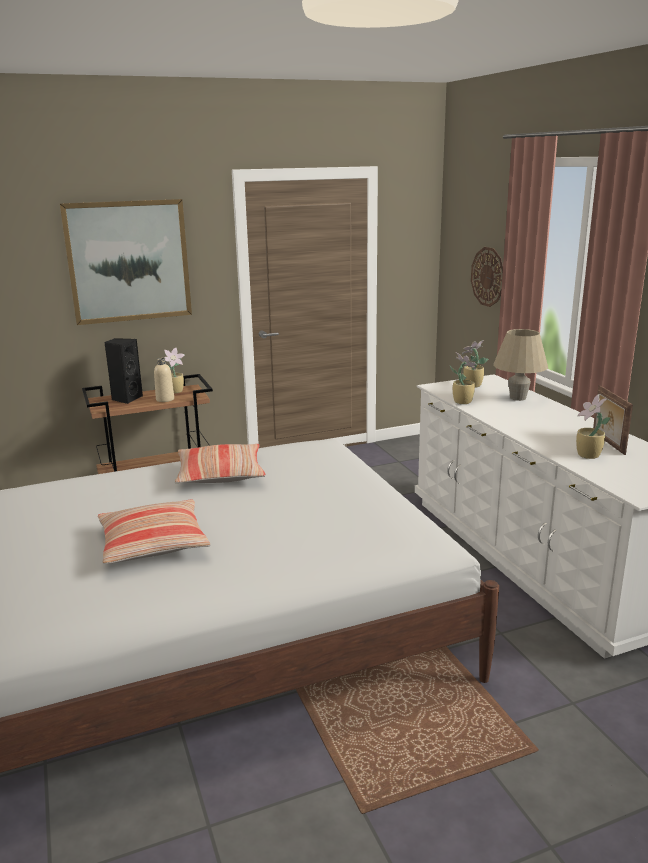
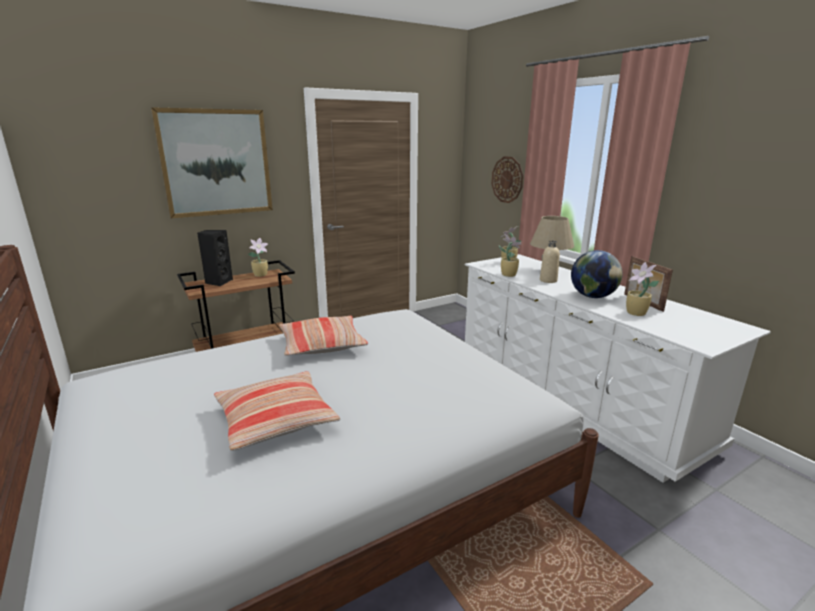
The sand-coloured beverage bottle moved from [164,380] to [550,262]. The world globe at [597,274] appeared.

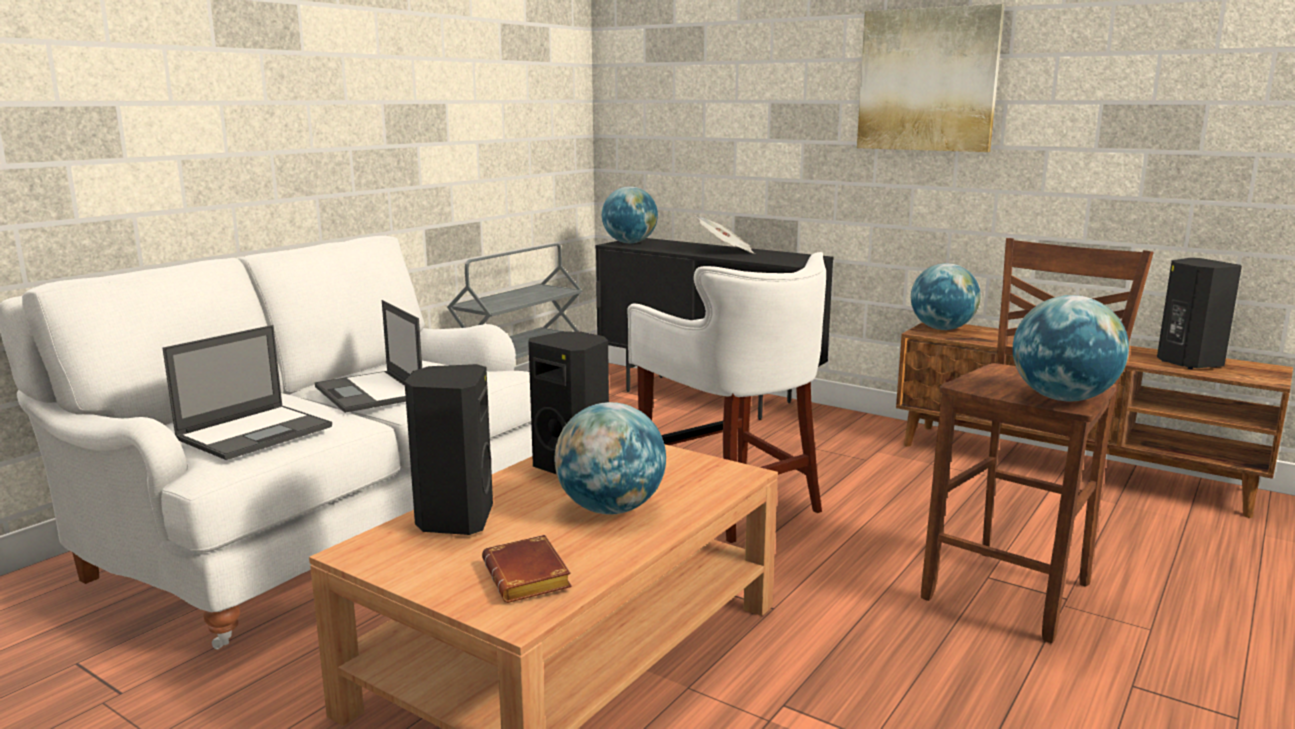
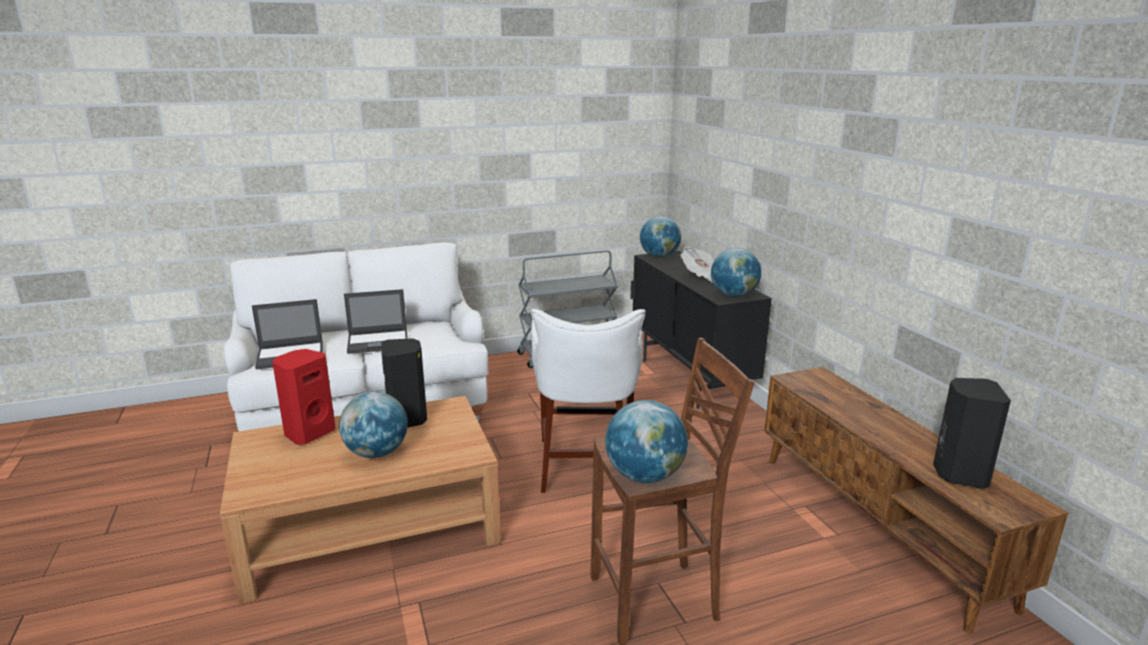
The wall picture at [931,78] disappeared. The world globe moved from [946,296] to [736,272]. The portable computer at [368,356] turned 105 degrees counterclockwise. The black-coloured audio speaker at [448,449] became the reddish audio speaker at [303,397]. The brown volume at [527,569] disappeared.

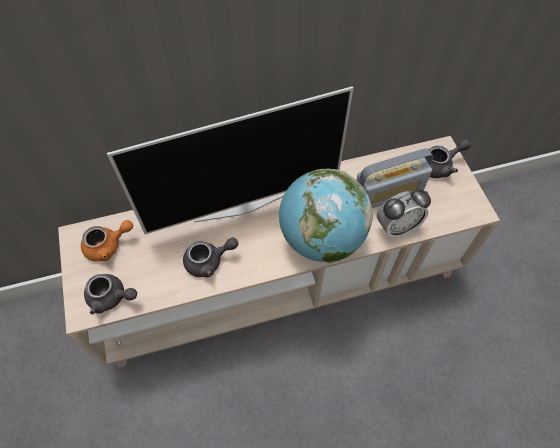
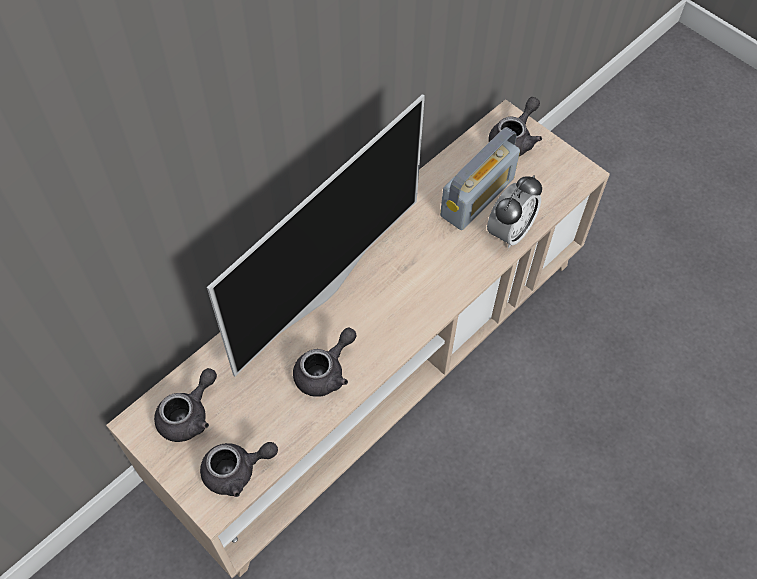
The world globe at [326,216] disappeared. The orange teapot at [107,241] became the greyish teapot at [185,405].

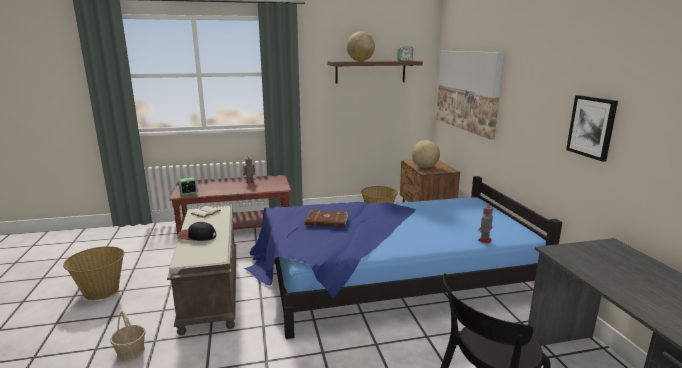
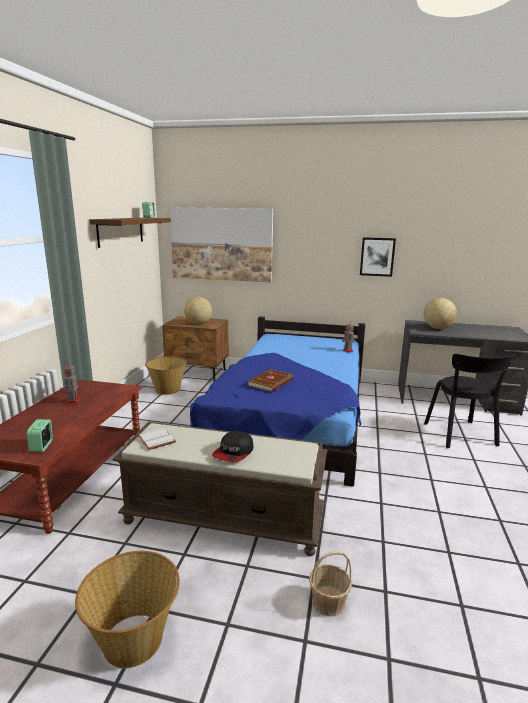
The world globe moved from [361,46] to [440,313].

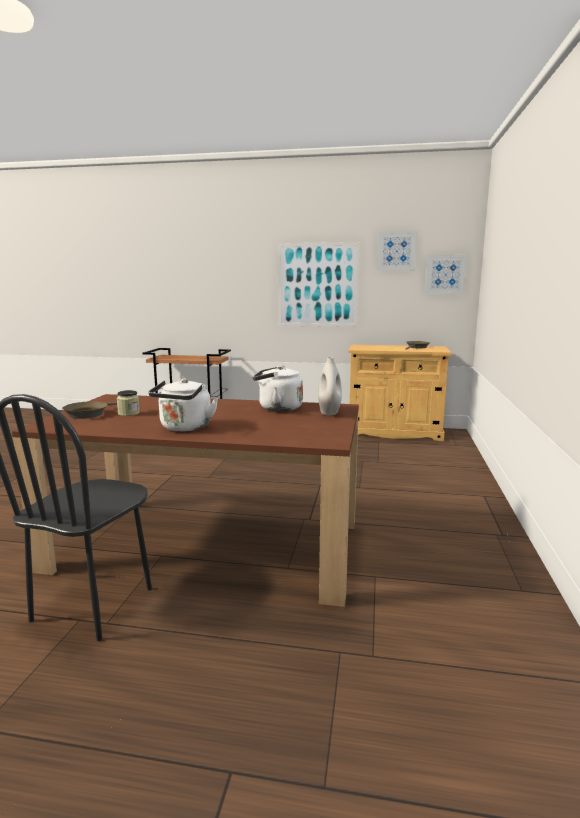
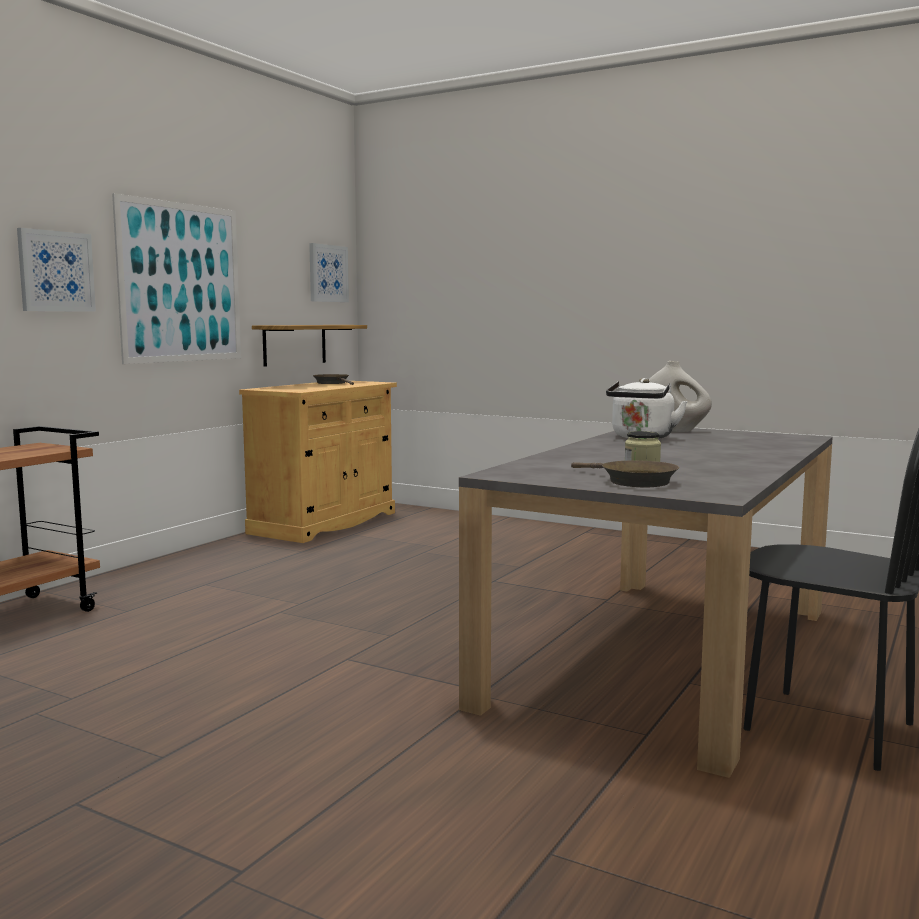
The wall picture moved from [397,250] to [56,270]. The whitish tea kettle at [183,405] disappeared. The brown dinner table at [185,500] became the greyish dinner table at [646,603]. The bracket shelf at [309,346] appeared.

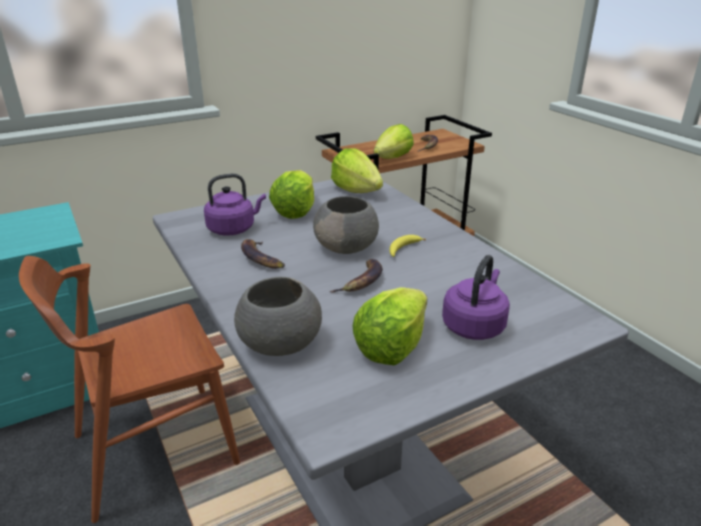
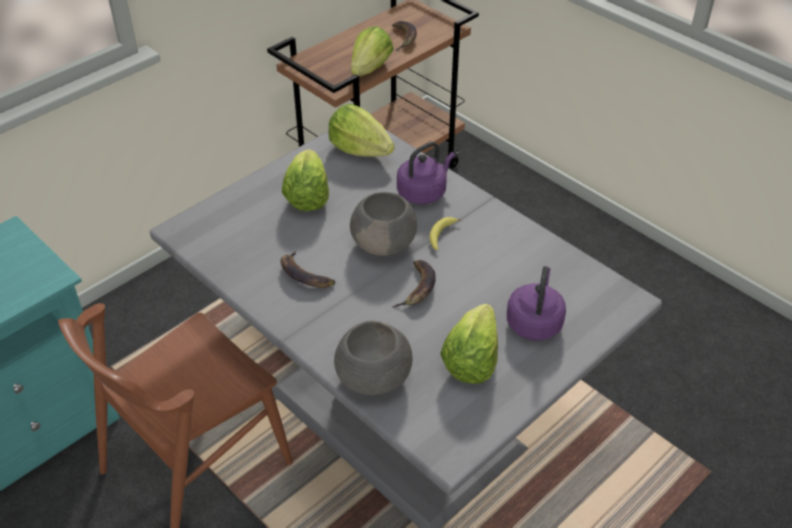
The purple-coloured tea kettle moved from [235,204] to [426,173].

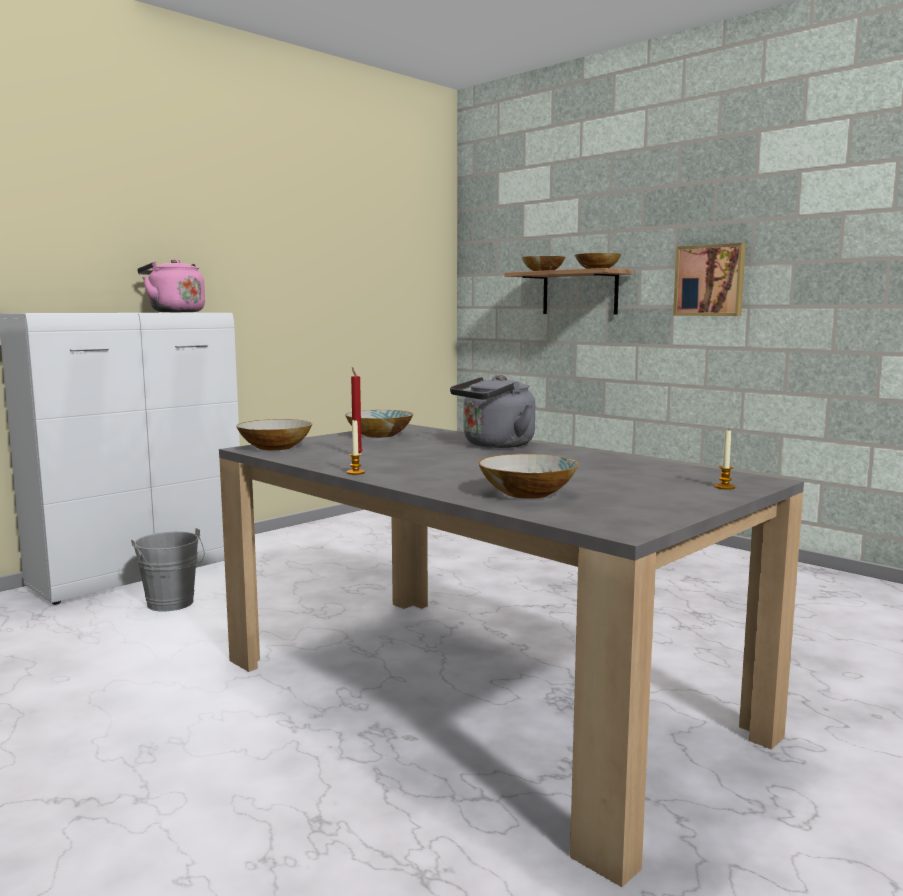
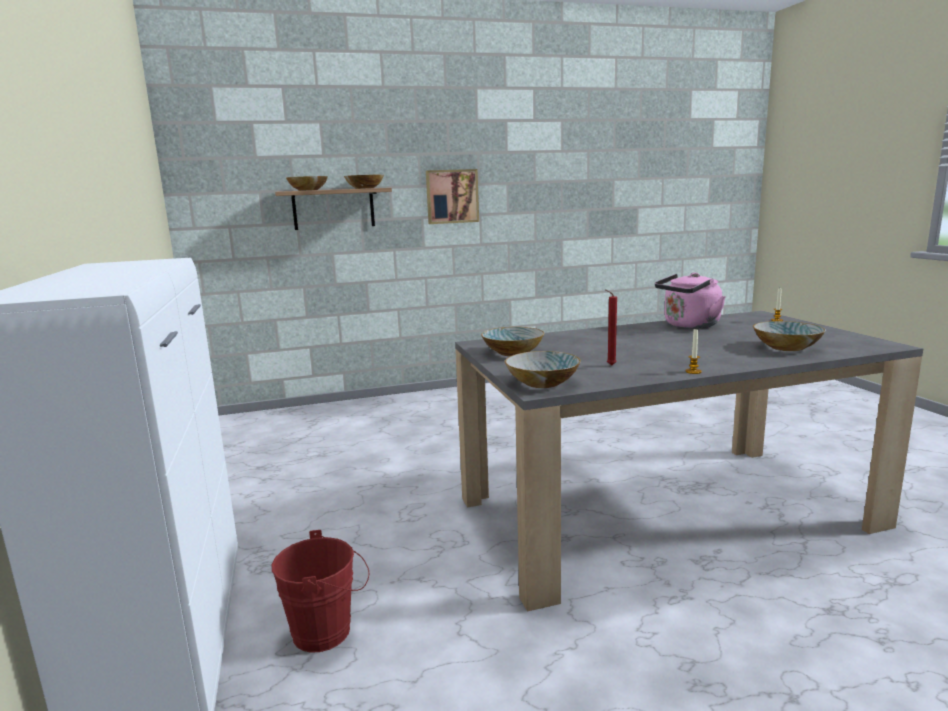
The pinkish tea kettle moved from [171,285] to [690,300]. The greyish tea kettle at [492,411] disappeared. The greyish bucket at [168,570] became the reddish bucket at [320,591].

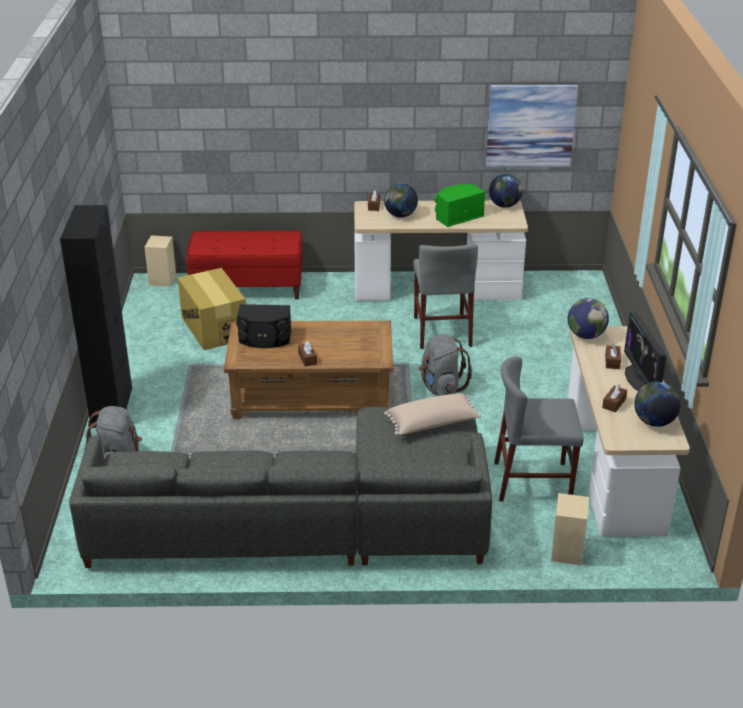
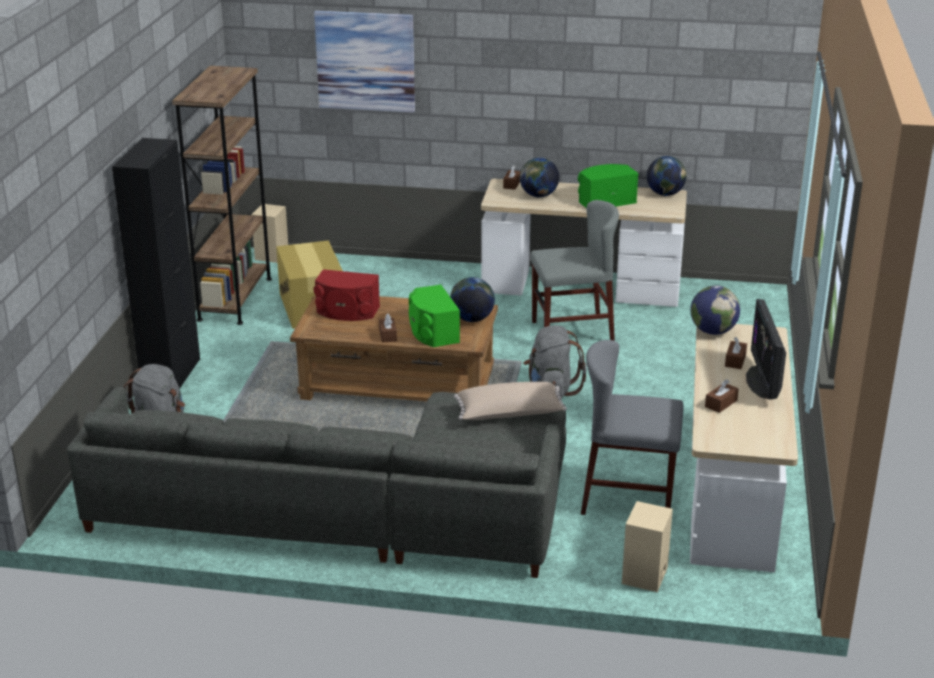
The wall picture moved from [532,126] to [364,61]. The reddish indoor bench at [244,265] disappeared. The greyish chair at [445,296] turned 105 degrees counterclockwise. The black-coloured audio speaker at [263,326] became the reddish audio speaker at [347,295]. The world globe moved from [657,404] to [472,299]. The brown bookcase at [222,195] appeared. The green audio speaker at [434,316] appeared.

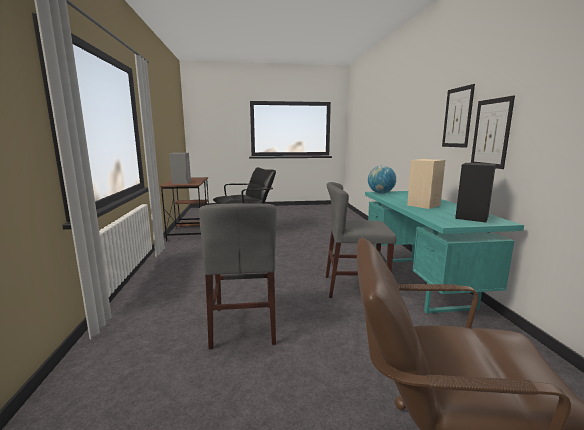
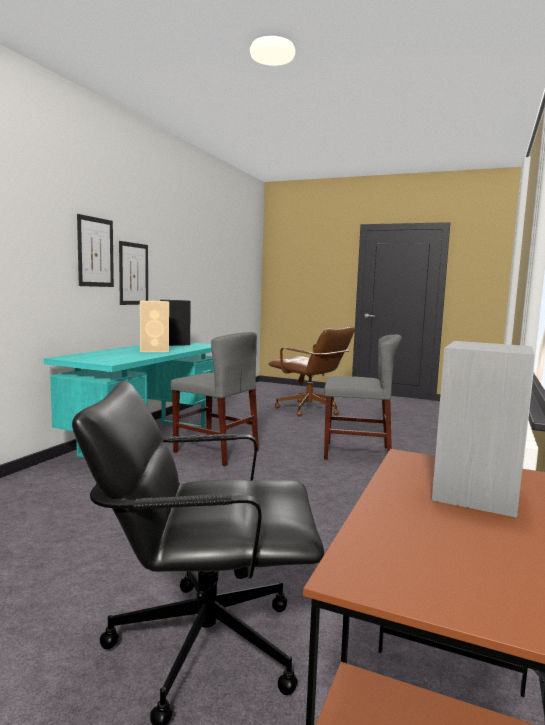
The world globe at [382,179] disappeared. The greyish chair at [238,276] turned 75 degrees clockwise.

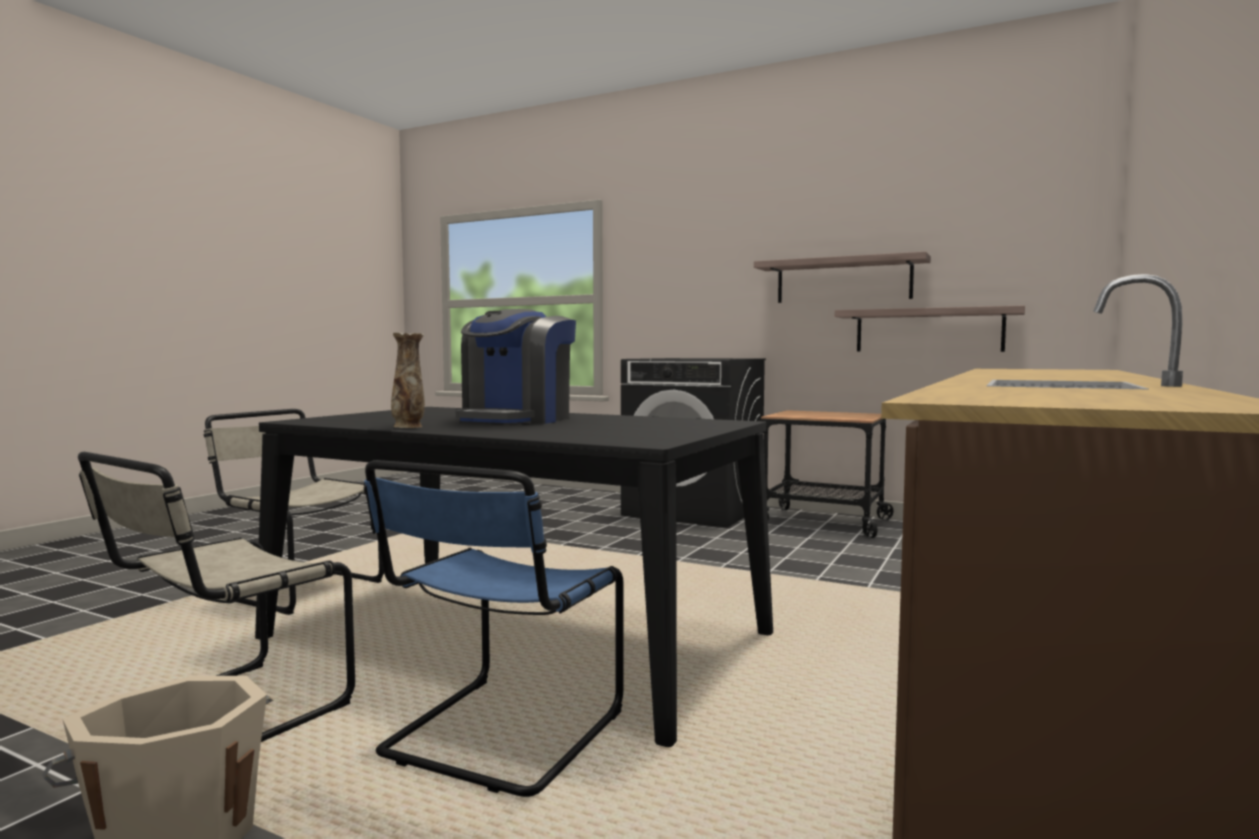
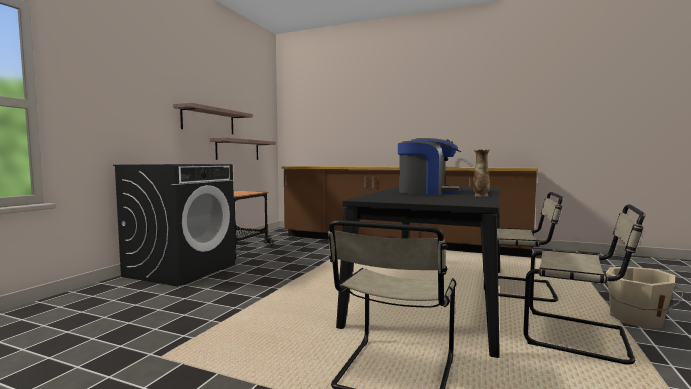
The bluish chair at [493,628] became the sand-coloured chair at [523,247].

